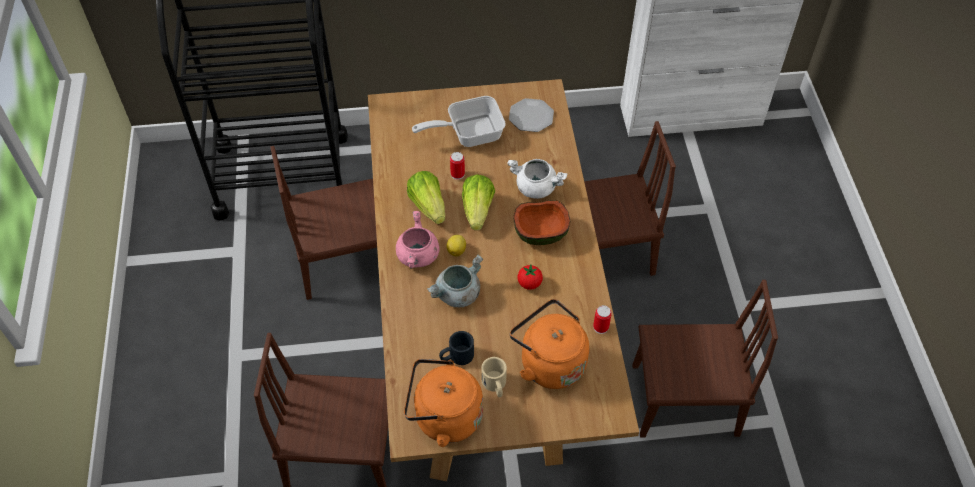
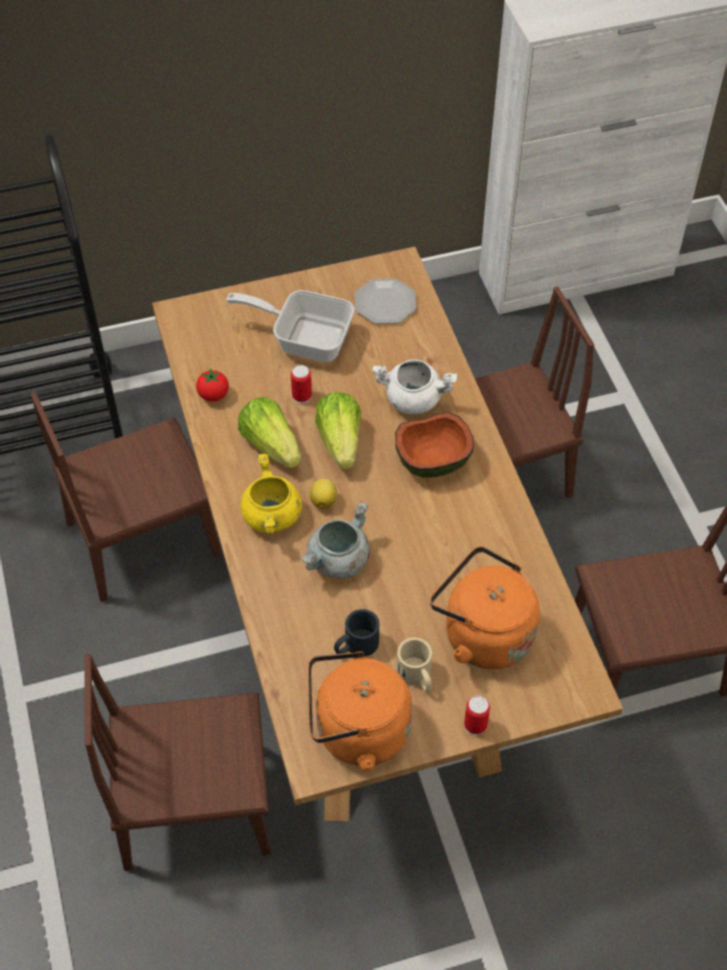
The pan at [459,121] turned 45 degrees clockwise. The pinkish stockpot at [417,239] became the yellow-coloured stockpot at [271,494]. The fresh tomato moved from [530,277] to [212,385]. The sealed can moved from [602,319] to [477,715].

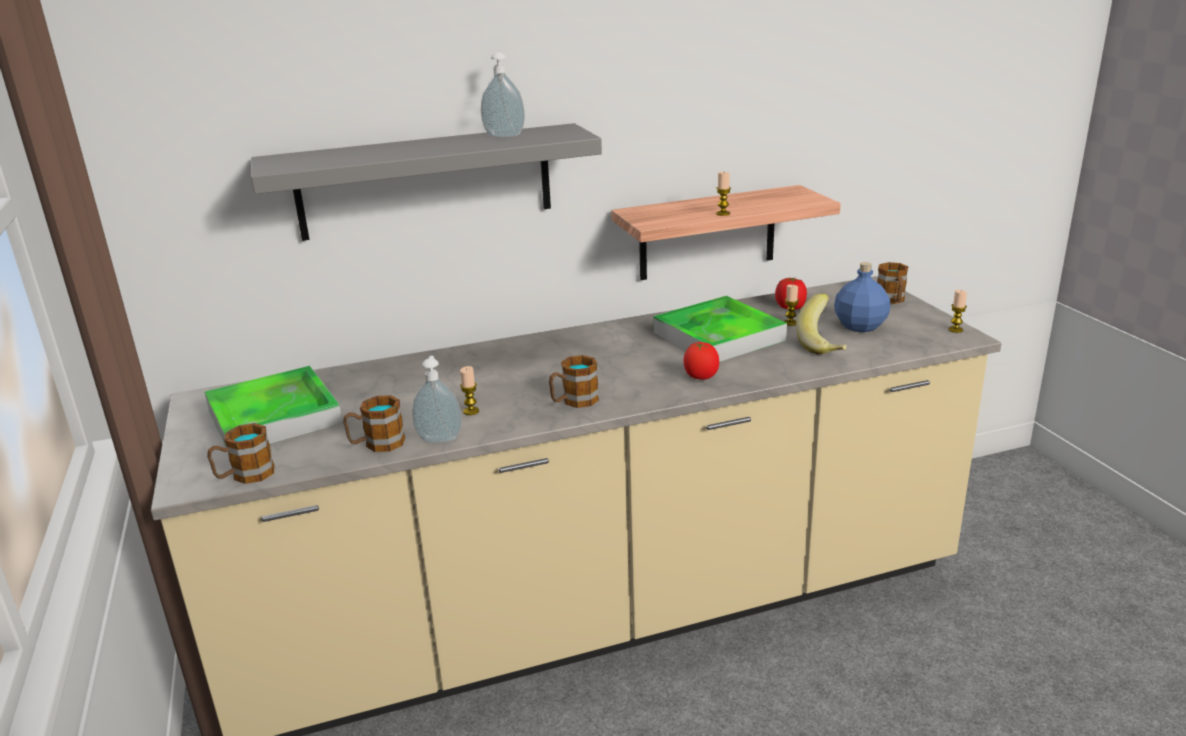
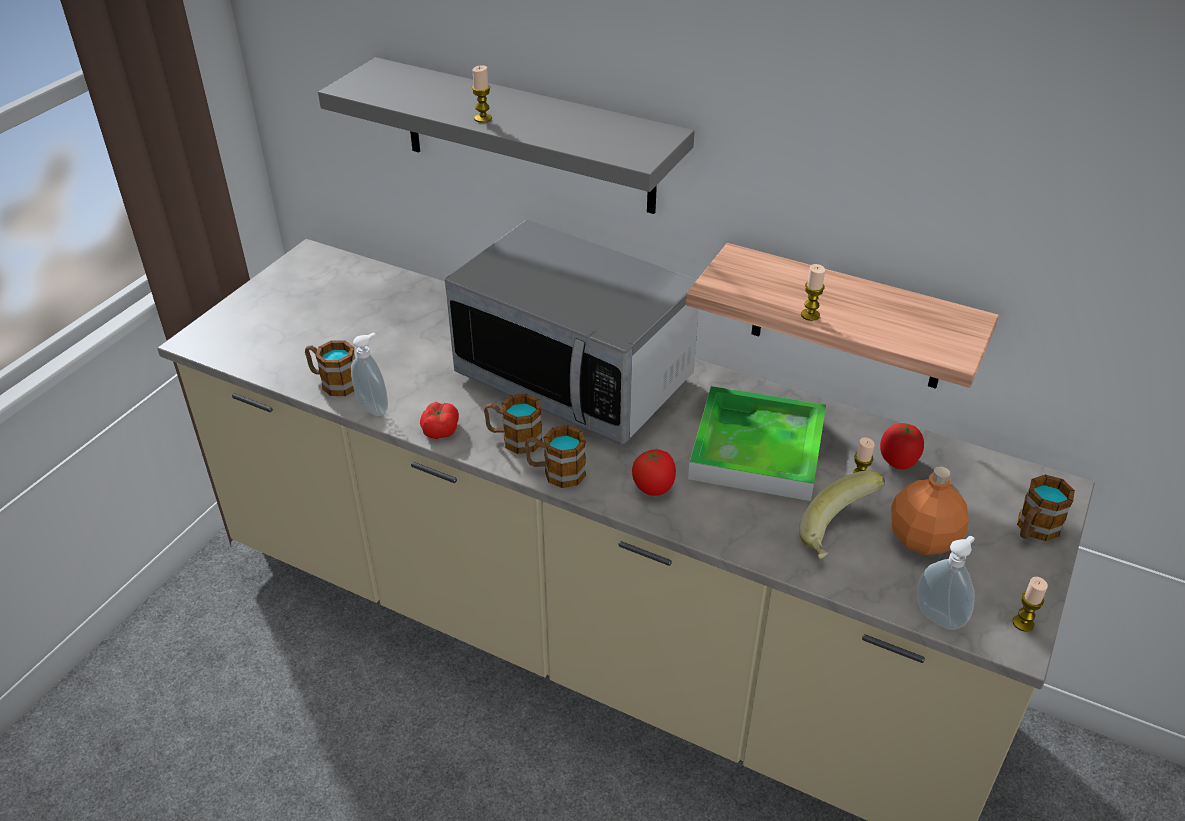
The soap dispenser moved from [503,95] to [946,583]. The bluish beverage bottle at [862,297] became the orange beverage bottle at [930,510]. The tray at [273,406] disappeared. The wax candle moved from [469,390] to [482,94]. The coffee mug moved from [241,453] to [555,456]. The kitchen microwave at [571,332] appeared. The fresh tomato at [439,420] appeared.

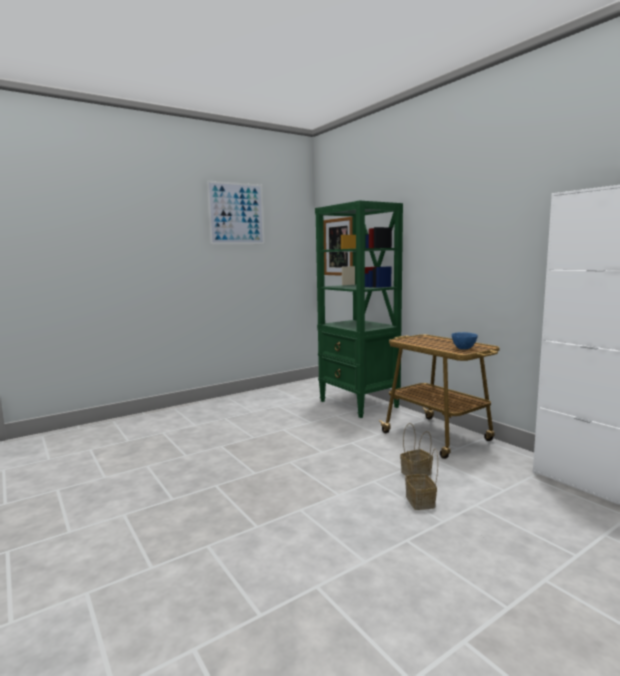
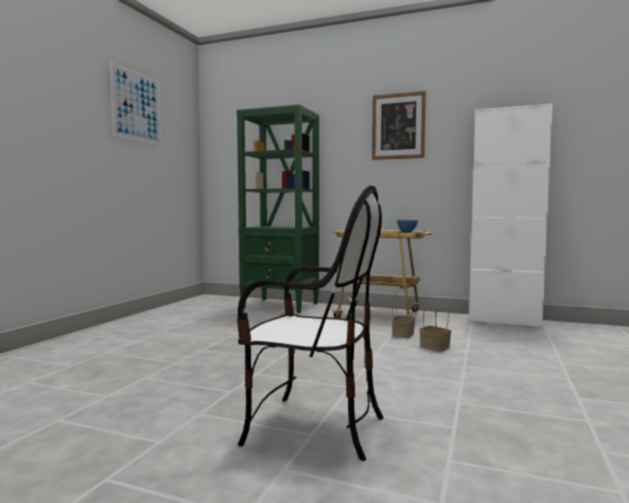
The wall picture moved from [338,246] to [399,125]. The chair at [310,323] appeared.

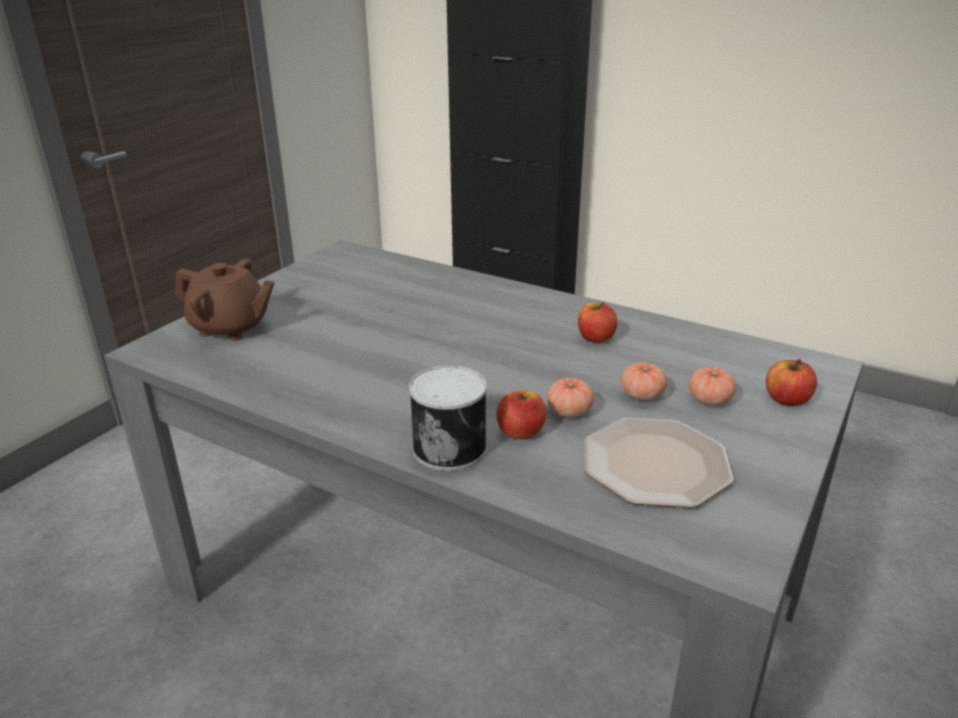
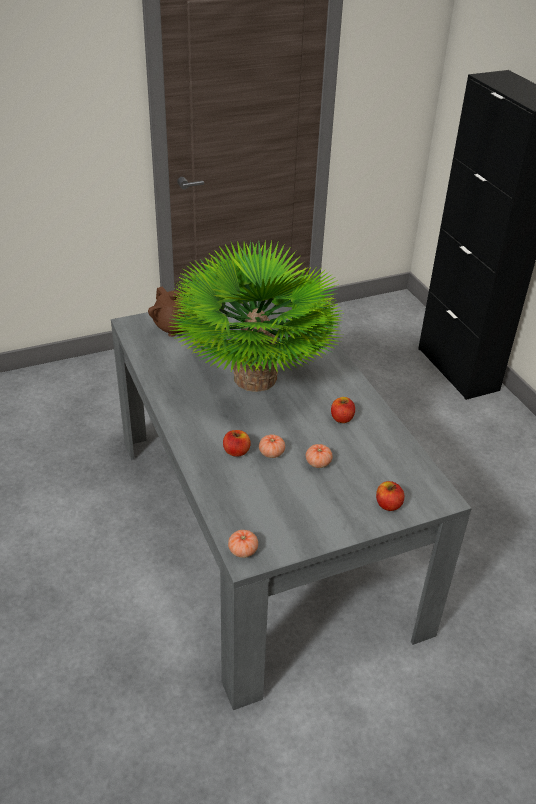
The sealed can at [448,418] disappeared. The fresh tomato moved from [712,386] to [243,544]. The flat dish at [659,463] disappeared. The houseplant at [256,316] appeared.

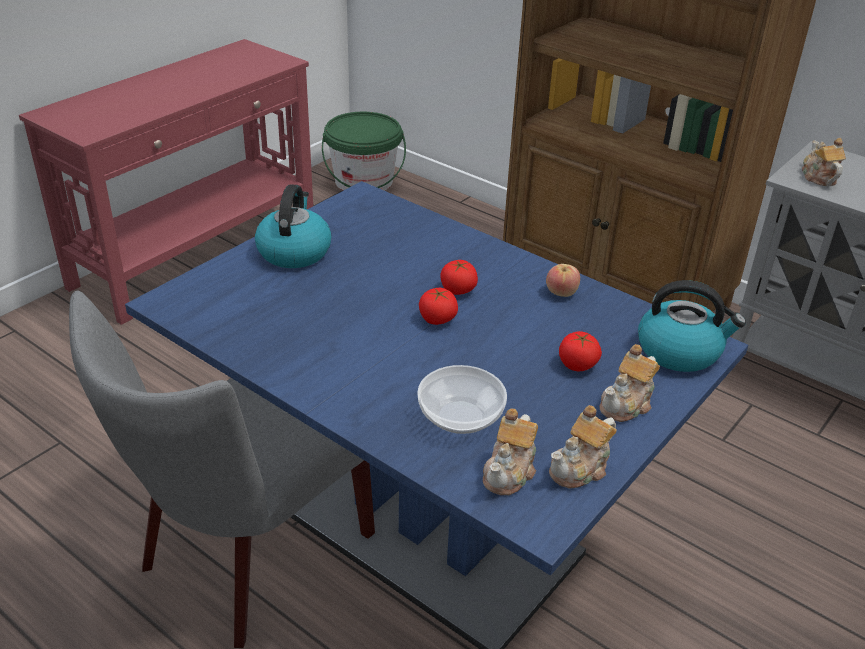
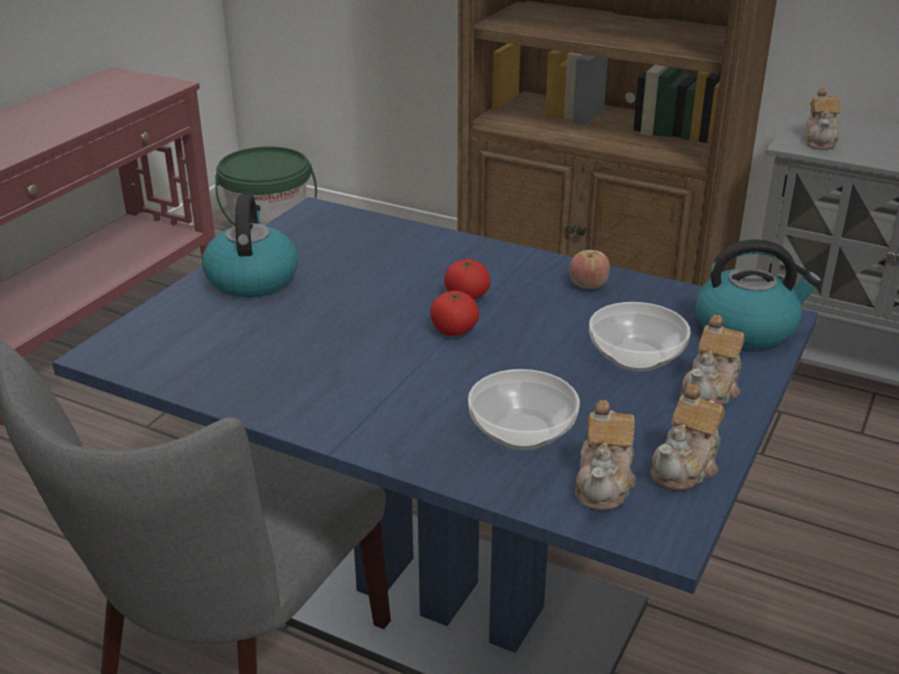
The teapot at [824,162] turned 150 degrees counterclockwise. The fresh tomato at [580,351] was replaced by the bowl at [640,337].

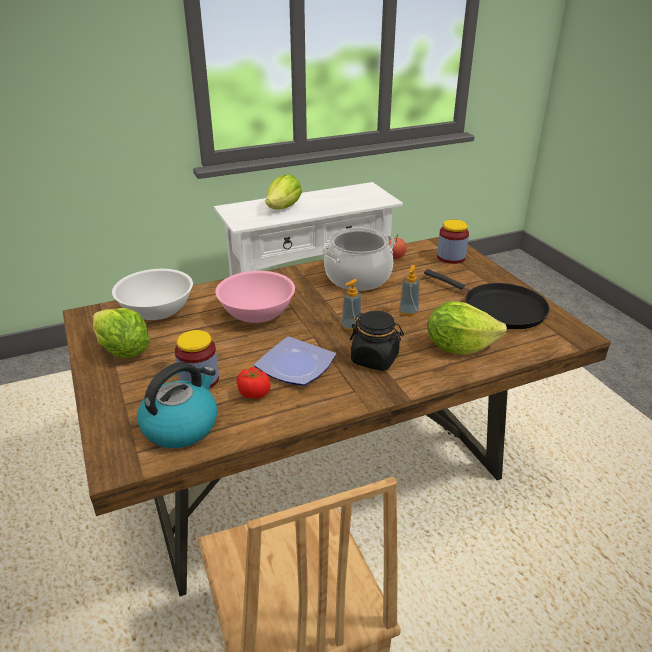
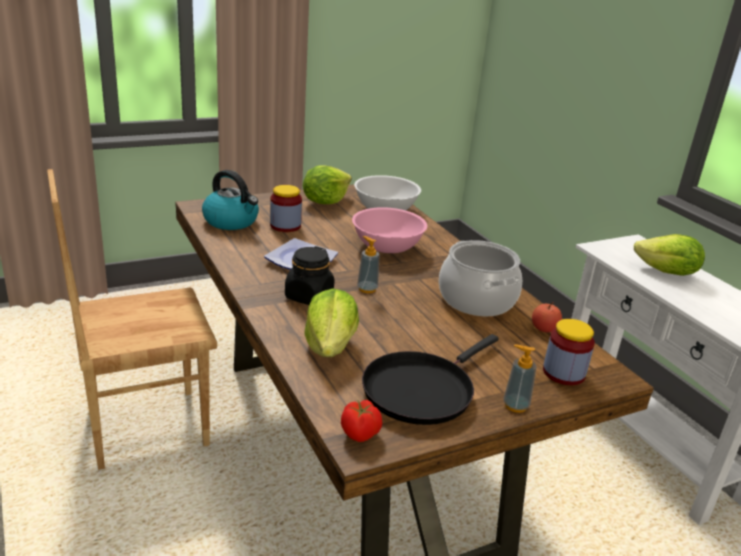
The soap dispenser moved from [409,290] to [520,379]. The fresh tomato moved from [253,383] to [361,421].

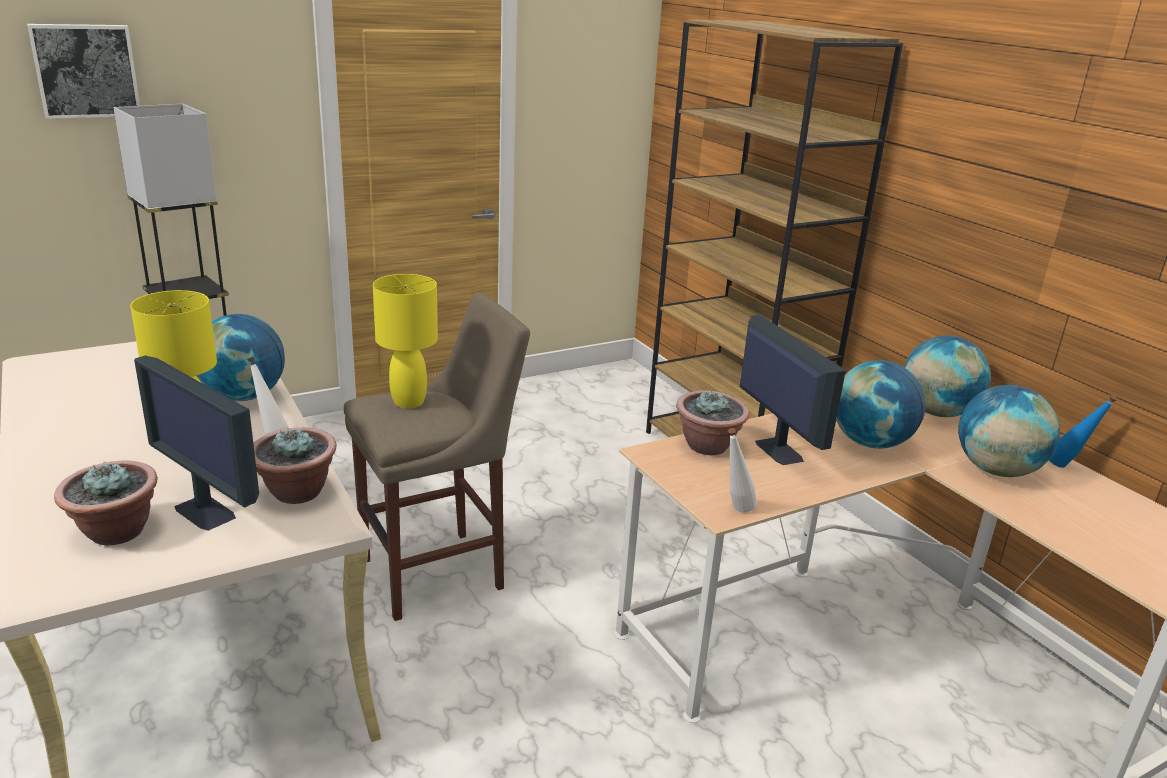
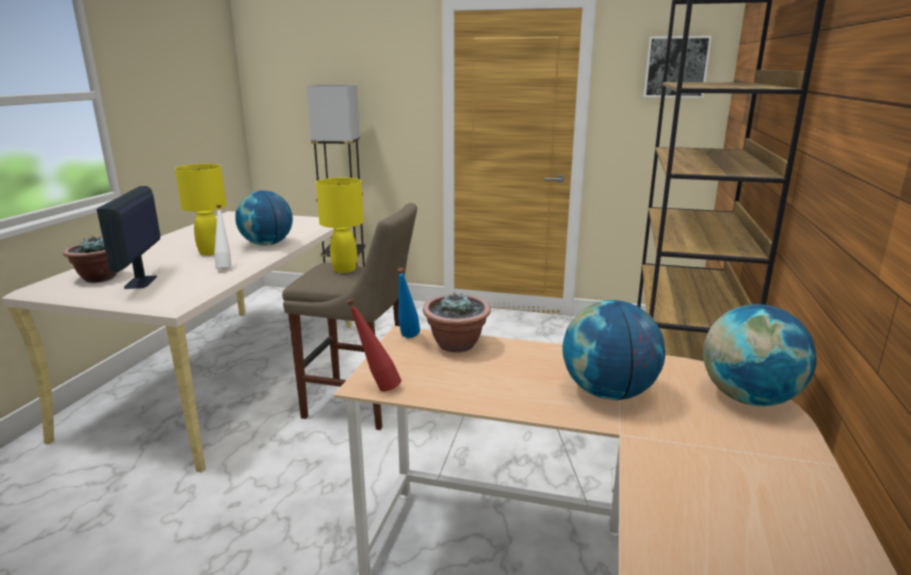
The wall picture moved from [83,71] to [677,67]. The monitor at [793,390] disappeared. The world globe at [1009,431] disappeared. The bluish beverage bottle moved from [1083,431] to [408,302]. The houseplant at [295,465] disappeared. The whitish beverage bottle at [742,470] became the reddish beverage bottle at [373,345].

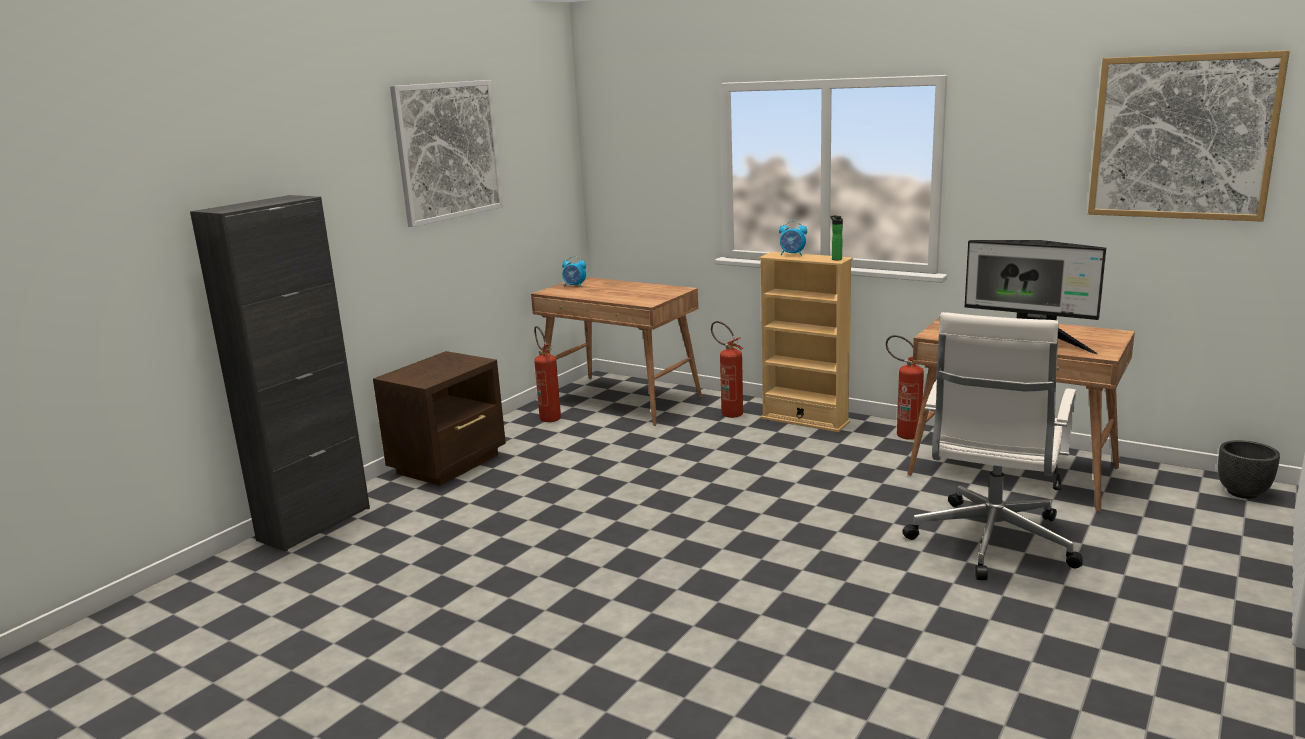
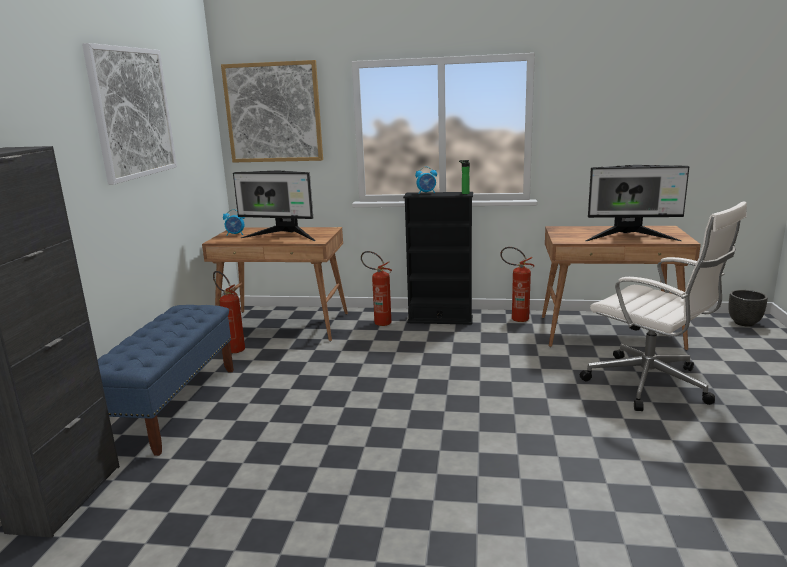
The wall picture moved from [1189,136] to [272,111]. The sand-coloured bookcase at [806,342] became the black-coloured bookcase at [438,258]. The whitish desk chair at [992,446] turned 45 degrees counterclockwise. The brown bedside table at [439,418] was replaced by the bluish indoor bench at [165,380]. The monitor at [274,205] appeared.

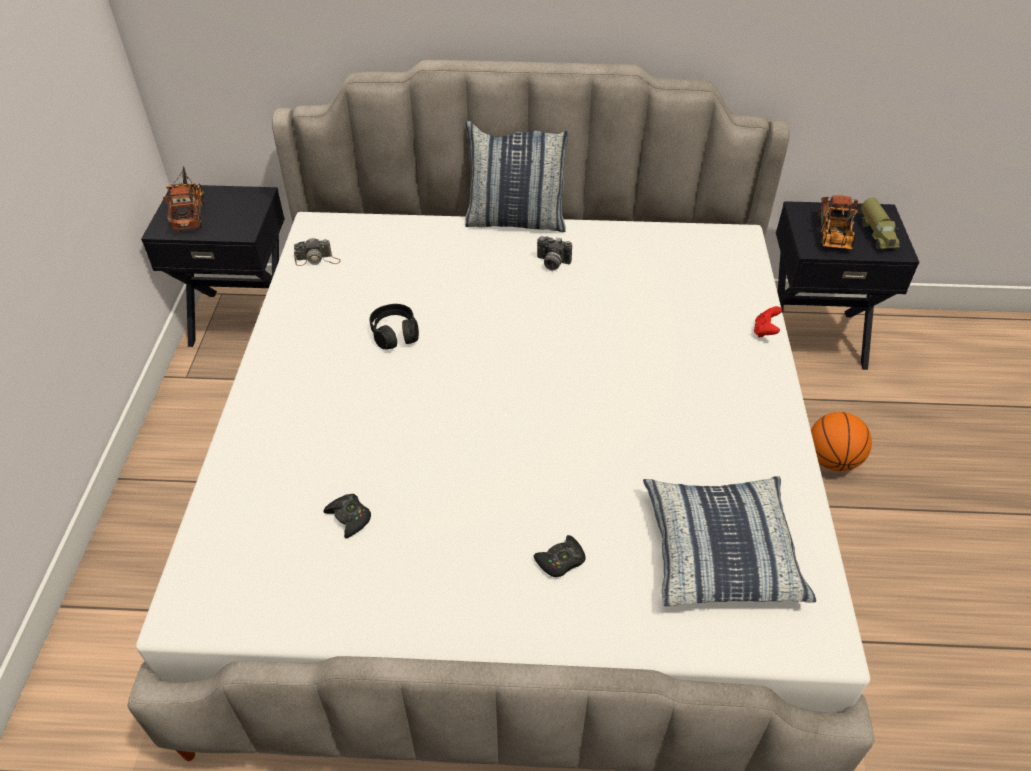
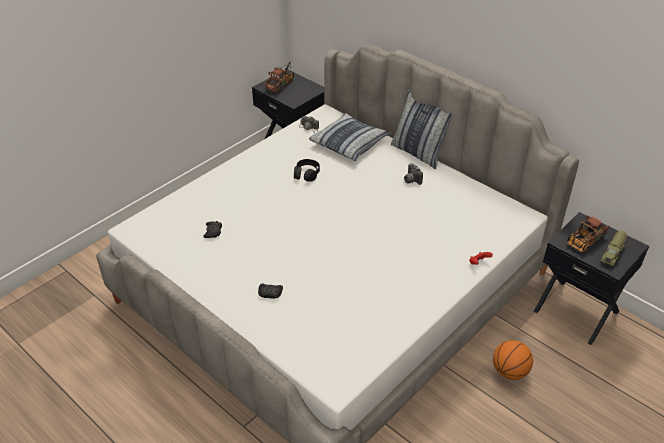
The cushion moved from [729,541] to [350,137].

